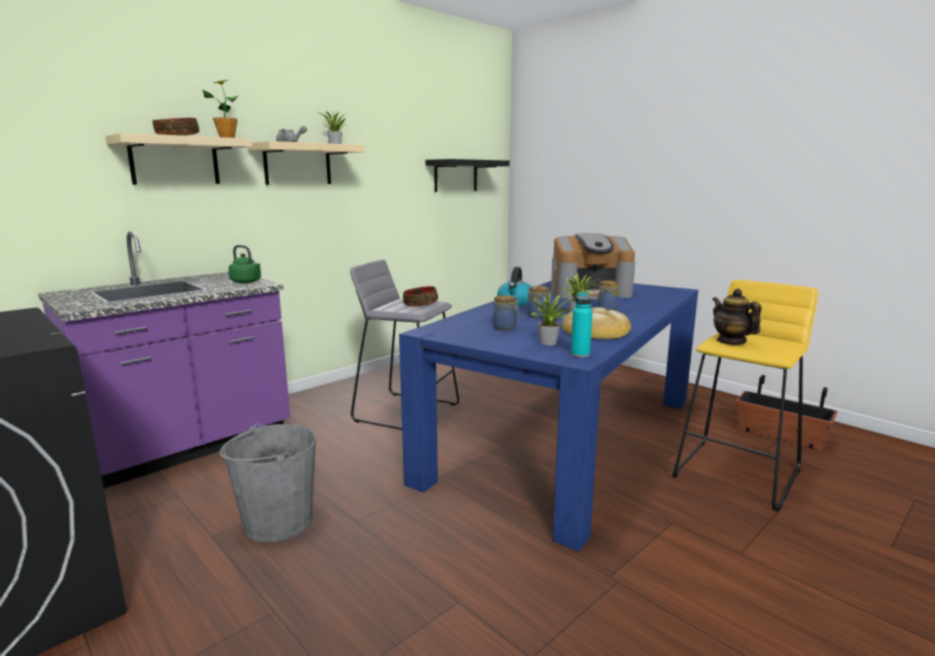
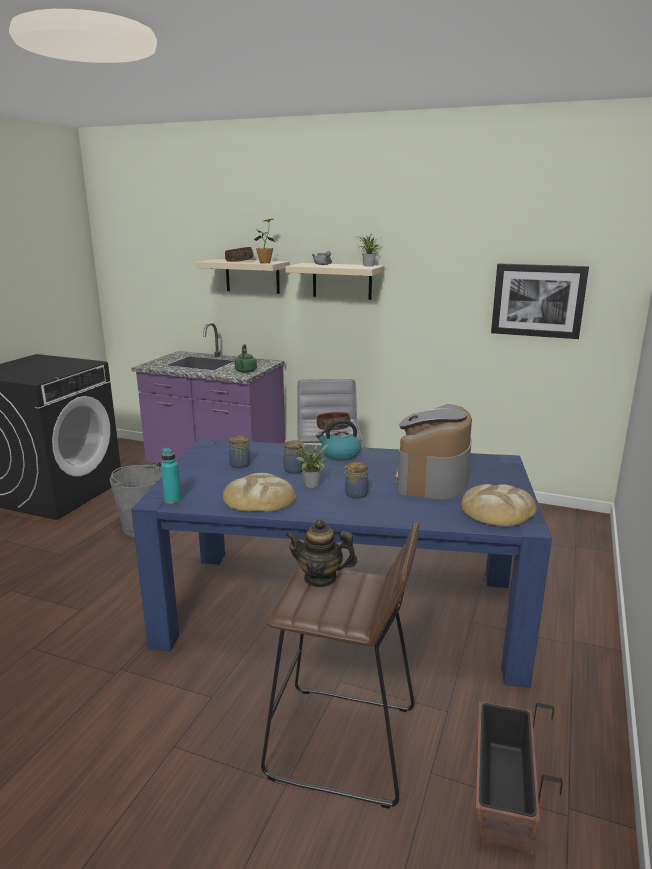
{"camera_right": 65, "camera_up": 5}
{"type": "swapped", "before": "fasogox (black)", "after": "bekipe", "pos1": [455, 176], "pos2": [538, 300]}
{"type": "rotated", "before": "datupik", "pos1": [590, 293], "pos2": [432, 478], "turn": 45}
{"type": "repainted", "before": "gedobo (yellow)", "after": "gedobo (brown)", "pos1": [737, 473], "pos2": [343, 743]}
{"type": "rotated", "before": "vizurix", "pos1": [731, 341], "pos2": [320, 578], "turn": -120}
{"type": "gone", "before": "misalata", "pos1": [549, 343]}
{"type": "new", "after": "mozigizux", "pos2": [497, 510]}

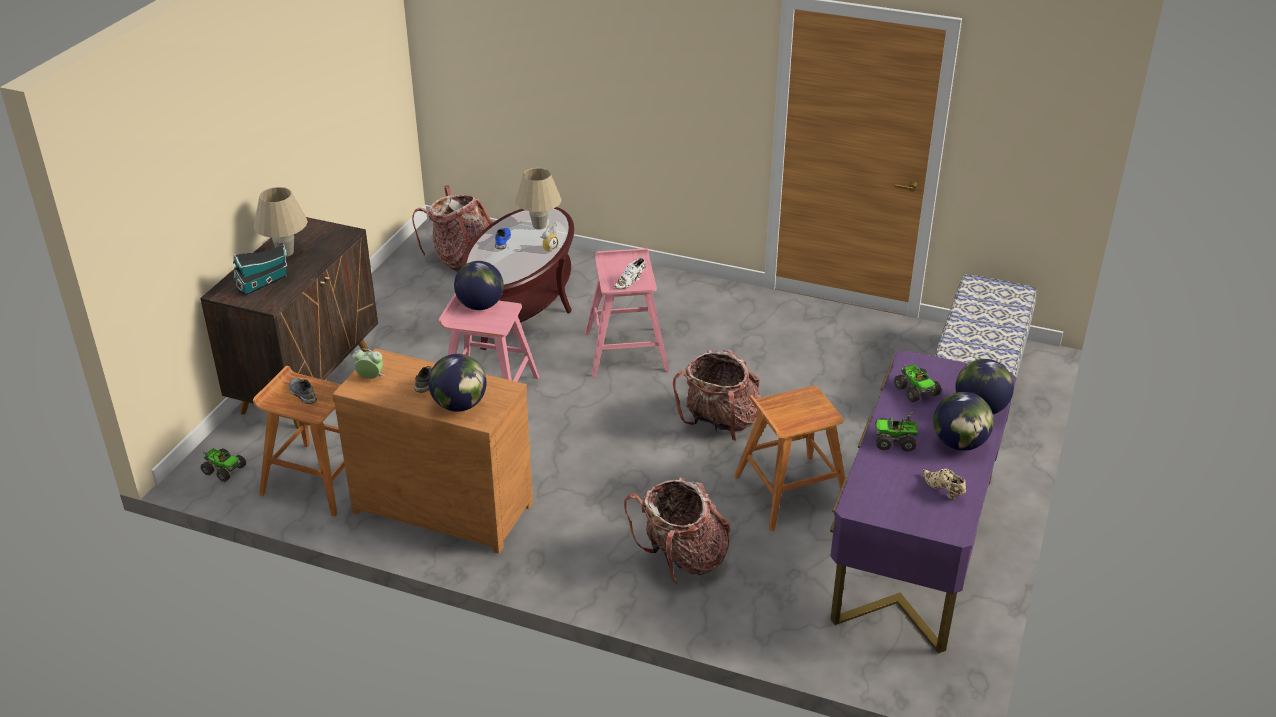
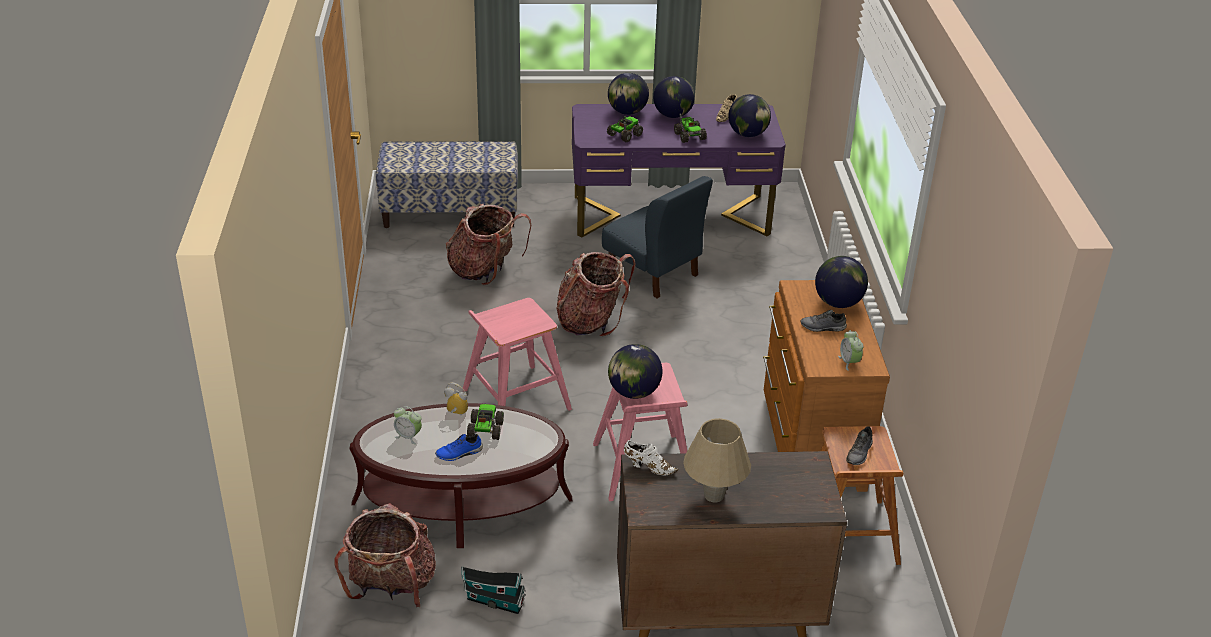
{"camera_right": -115, "camera_up": 0}
{"type": "swapped", "before": "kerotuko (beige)", "after": "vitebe", "pos1": [539, 225], "pos2": [408, 436]}
{"type": "shifted", "before": "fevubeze", "pos1": [264, 283], "pos2": [493, 601]}
{"type": "shifted", "before": "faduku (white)", "pos1": [630, 282], "pos2": [648, 467]}
{"type": "swapped", "before": "gedobo (brown)", "after": "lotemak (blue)", "pos1": [789, 493], "pos2": [653, 272]}
{"type": "shifted", "before": "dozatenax", "pos1": [224, 469], "pos2": [485, 430]}
{"type": "shifted", "before": "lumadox", "pos1": [682, 560], "pos2": [485, 270]}
{"type": "new", "after": "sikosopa", "pos2": [747, 134]}

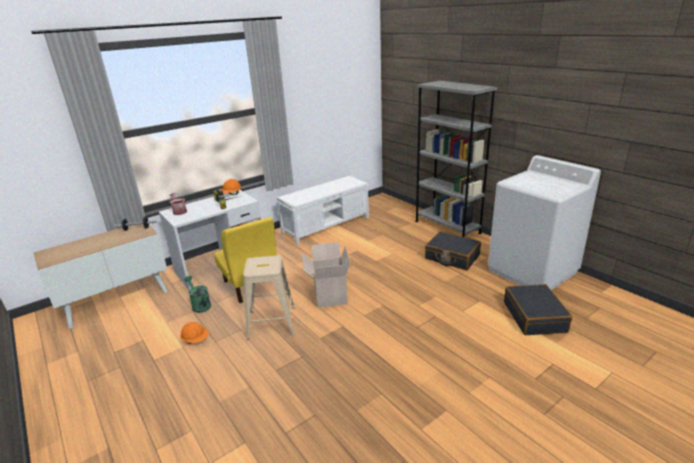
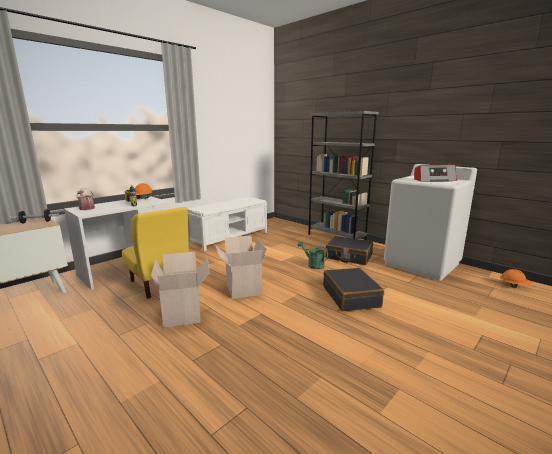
{"camera_right": -10, "camera_up": -10}
{"type": "swapped", "before": "gedobo (beige)", "after": "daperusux", "pos1": [272, 322], "pos2": [184, 314]}
{"type": "shifted", "before": "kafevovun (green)", "pos1": [200, 305], "pos2": [313, 265]}
{"type": "shifted", "before": "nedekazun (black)", "pos1": [534, 317], "pos2": [351, 296]}
{"type": "shifted", "before": "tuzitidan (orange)", "pos1": [196, 340], "pos2": [514, 286]}
{"type": "new", "after": "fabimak", "pos2": [433, 180]}

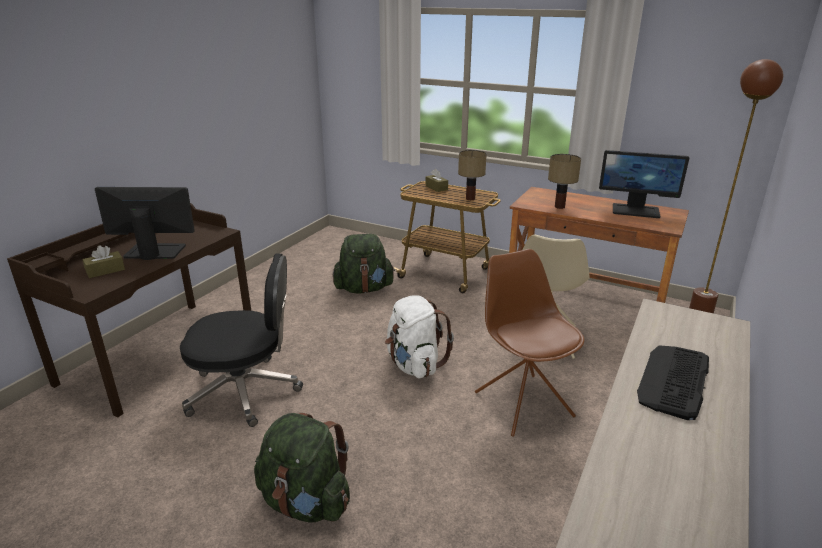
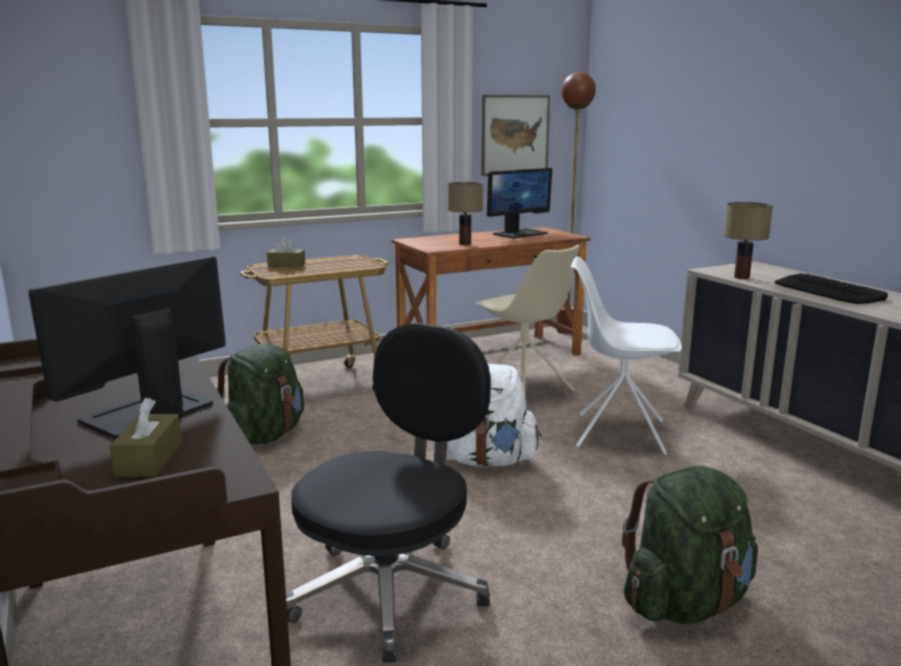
{"camera_right": -55, "camera_up": -10}
{"type": "shifted", "before": "kerotuko", "pos1": [471, 198], "pos2": [742, 277]}
{"type": "repainted", "before": "lotemak (brown)", "after": "lotemak (white)", "pos1": [522, 403], "pos2": [618, 433]}
{"type": "new", "after": "bekipe", "pos2": [515, 135]}

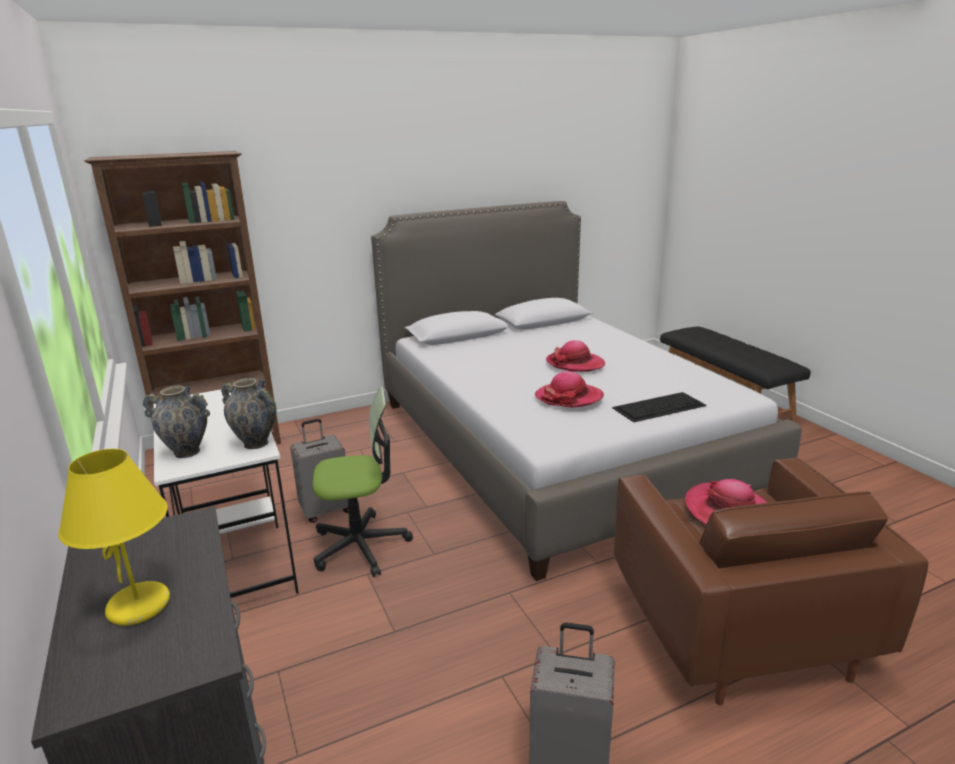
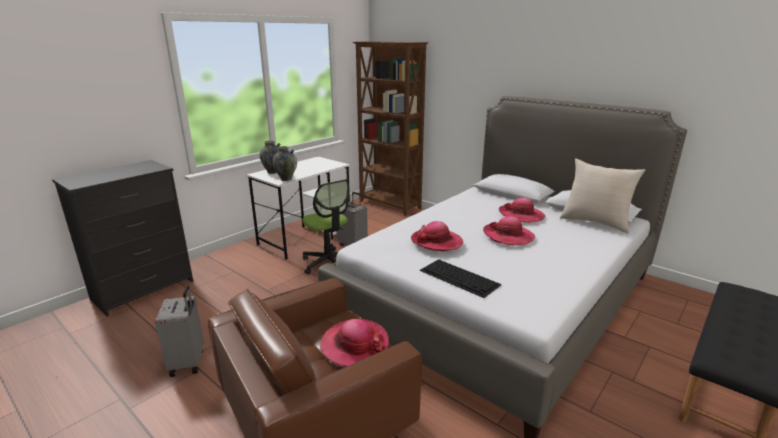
{"camera_right": 65, "camera_up": 0}
{"type": "gone", "before": "kerotuko (yellow)", "pos1": [139, 606]}
{"type": "new", "after": "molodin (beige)", "pos2": [595, 222]}
{"type": "new", "after": "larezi", "pos2": [521, 215]}

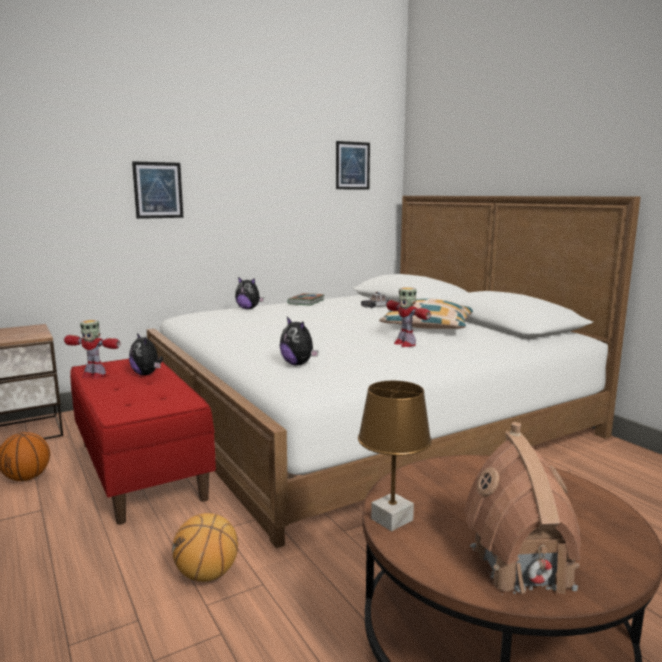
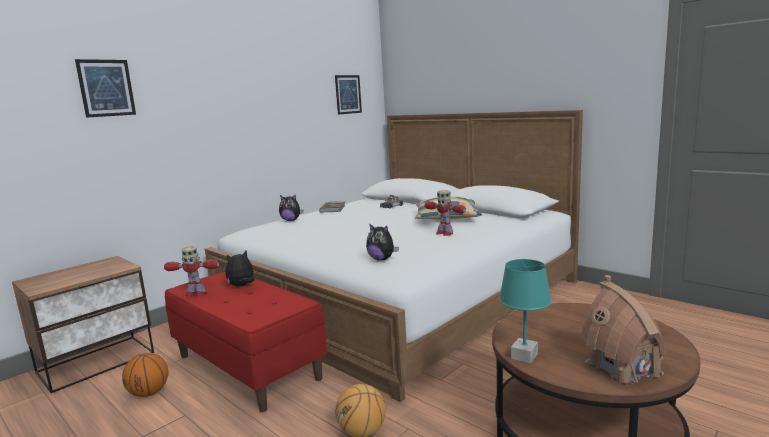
{"camera_right": -15, "camera_up": 0}
{"type": "shifted", "before": "bekipe", "pos1": [158, 190], "pos2": [106, 88]}
{"type": "rotated", "before": "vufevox", "pos1": [147, 374], "pos2": [241, 286], "turn": 105}
{"type": "repainted", "before": "kerotuko (brown)", "after": "kerotuko (turquoise)", "pos1": [392, 519], "pos2": [524, 356]}

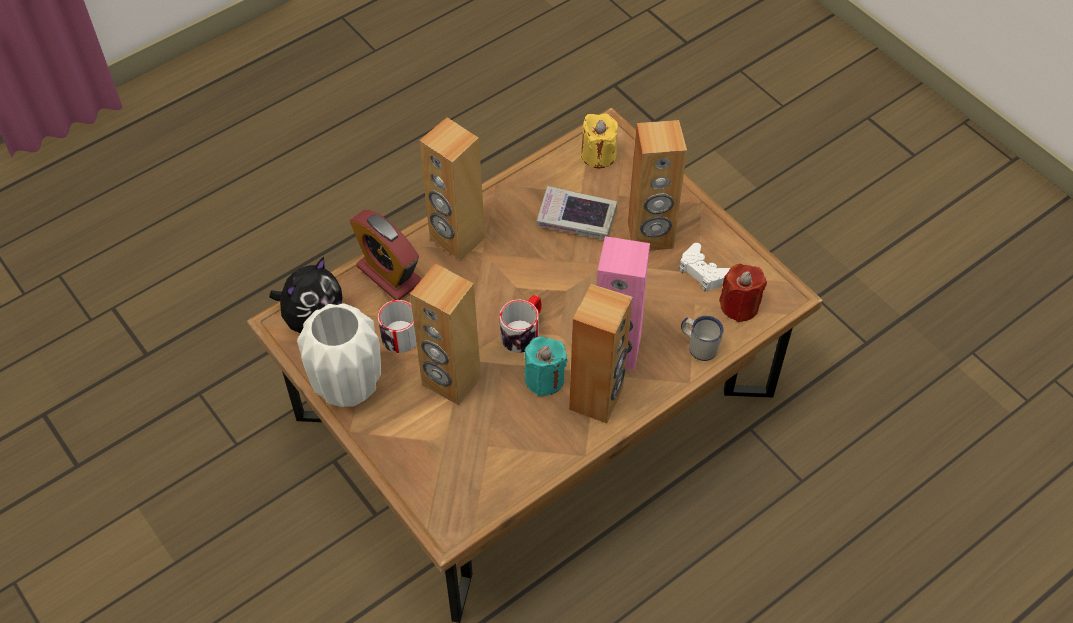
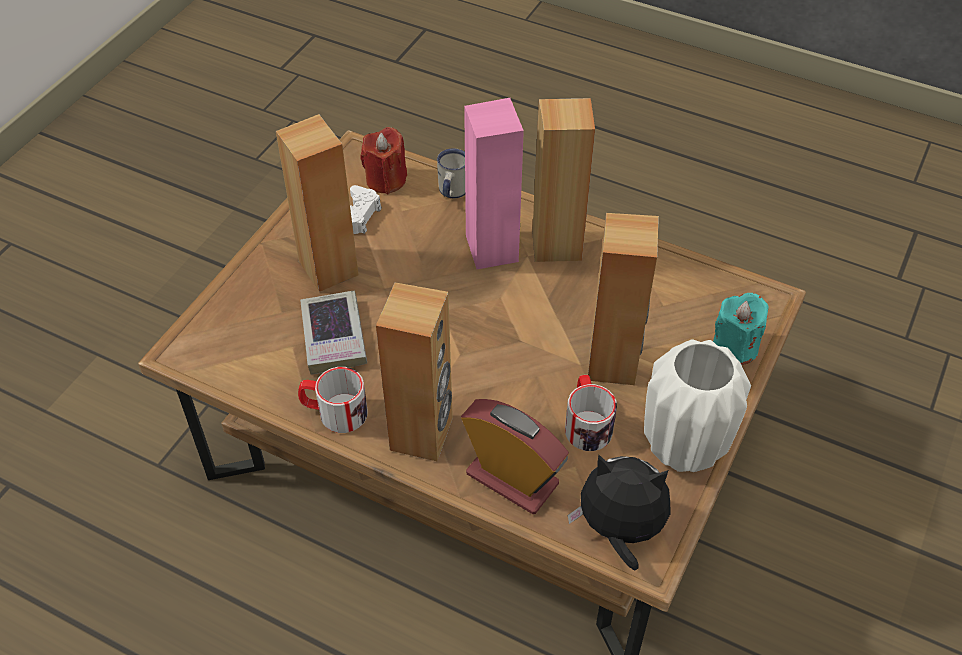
{"camera_right": -115, "camera_up": -5}
{"type": "gone", "before": "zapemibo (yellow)", "pos1": [598, 155]}
{"type": "rotated", "before": "vitebe", "pos1": [389, 274], "pos2": [512, 479], "turn": -75}
{"type": "shifted", "before": "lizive", "pos1": [523, 331], "pos2": [334, 412]}
{"type": "shifted", "before": "zapemibo (turquoise)", "pos1": [544, 379], "pos2": [735, 347]}

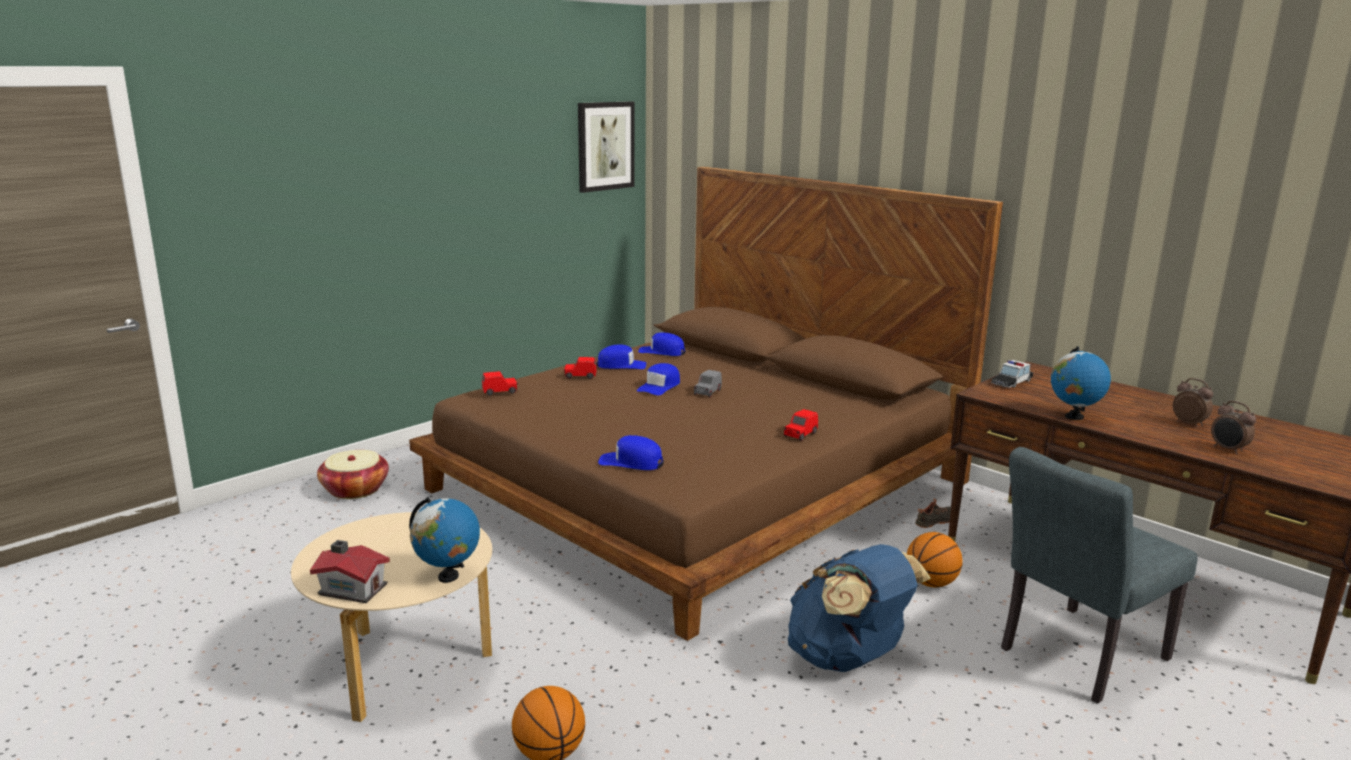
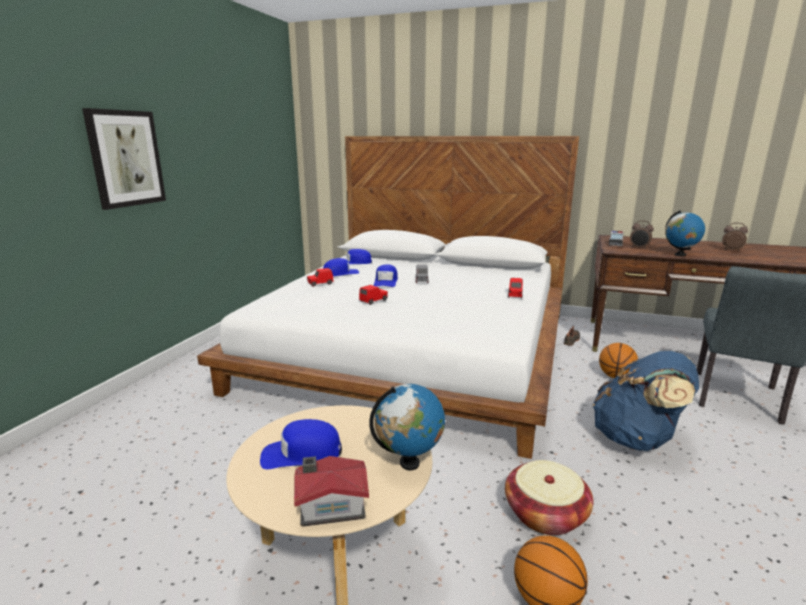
{"camera_right": -25, "camera_up": 0}
{"type": "shifted", "before": "bekipe", "pos1": [605, 146], "pos2": [126, 158]}
{"type": "repainted", "before": "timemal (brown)", "after": "timemal (white)", "pos1": [696, 485], "pos2": [414, 349]}
{"type": "shifted", "before": "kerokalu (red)", "pos1": [500, 391], "pos2": [373, 301]}
{"type": "shifted", "before": "vitebe", "pos1": [1228, 449], "pos2": [639, 248]}
{"type": "shifted", "before": "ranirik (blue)", "pos1": [631, 462], "pos2": [301, 453]}
{"type": "shifted", "before": "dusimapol", "pos1": [355, 490], "pos2": [545, 514]}

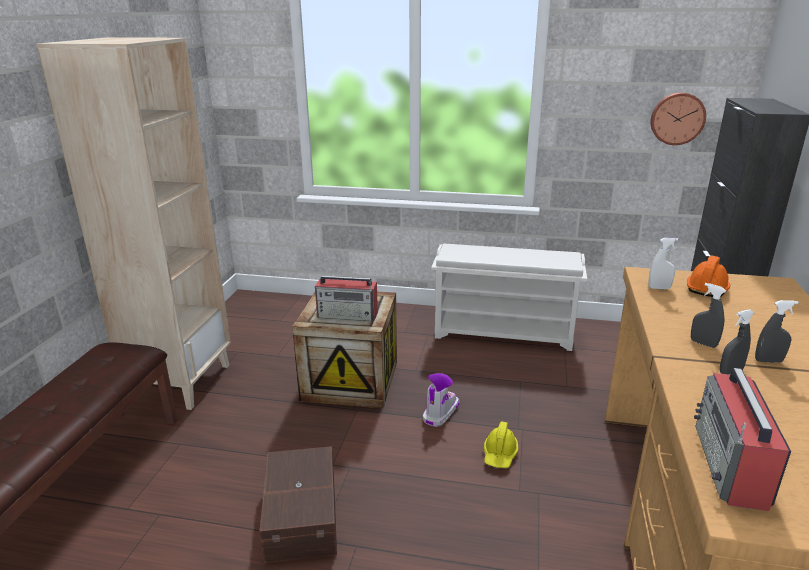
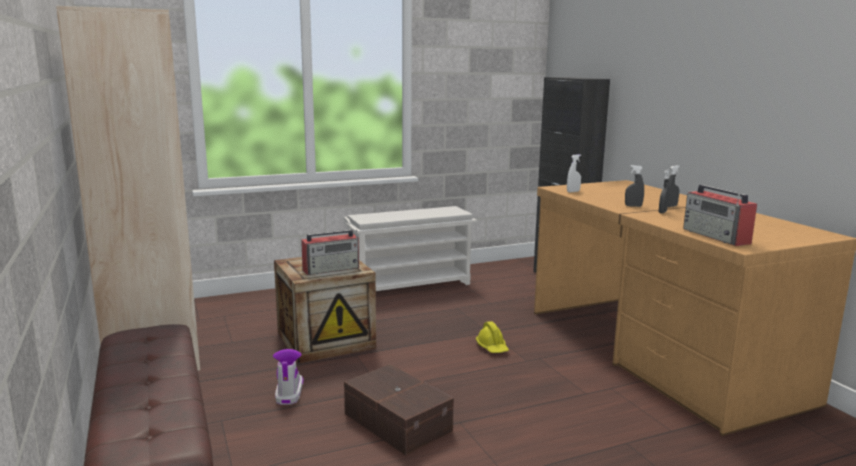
{"camera_right": -35, "camera_up": -10}
{"type": "gone", "before": "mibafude", "pos1": [677, 118]}
{"type": "gone", "before": "tuzitidan (orange)", "pos1": [707, 287]}
{"type": "shifted", "before": "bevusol", "pos1": [440, 413], "pos2": [289, 393]}

